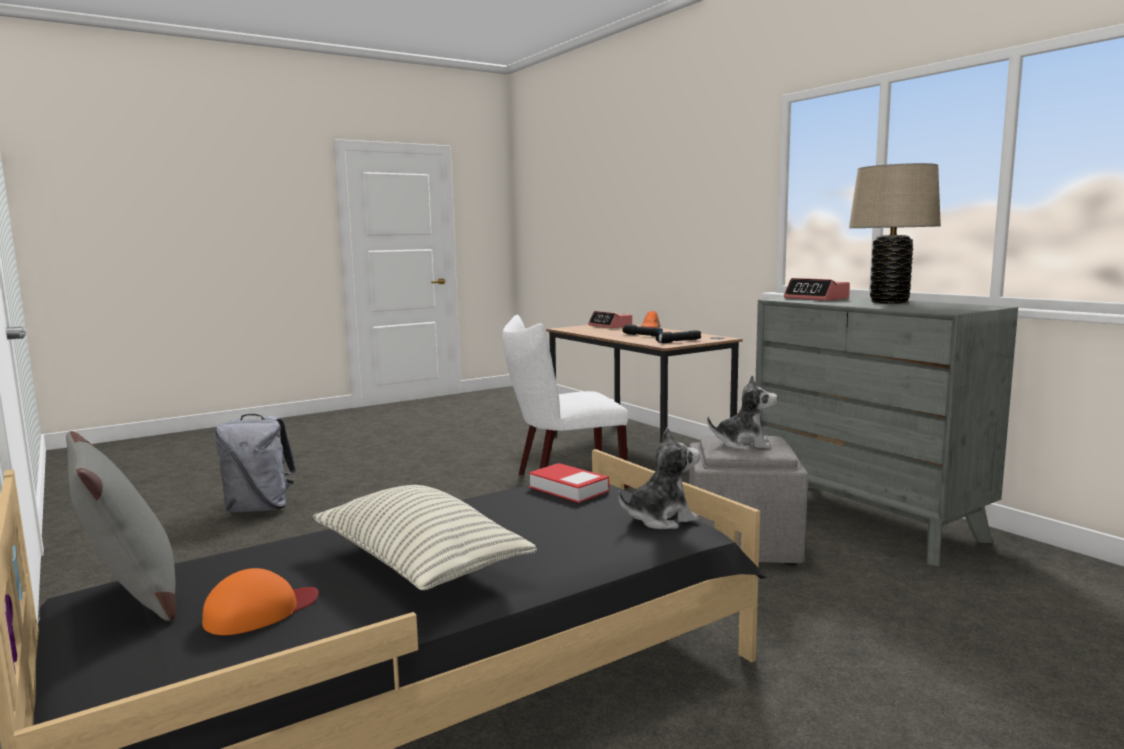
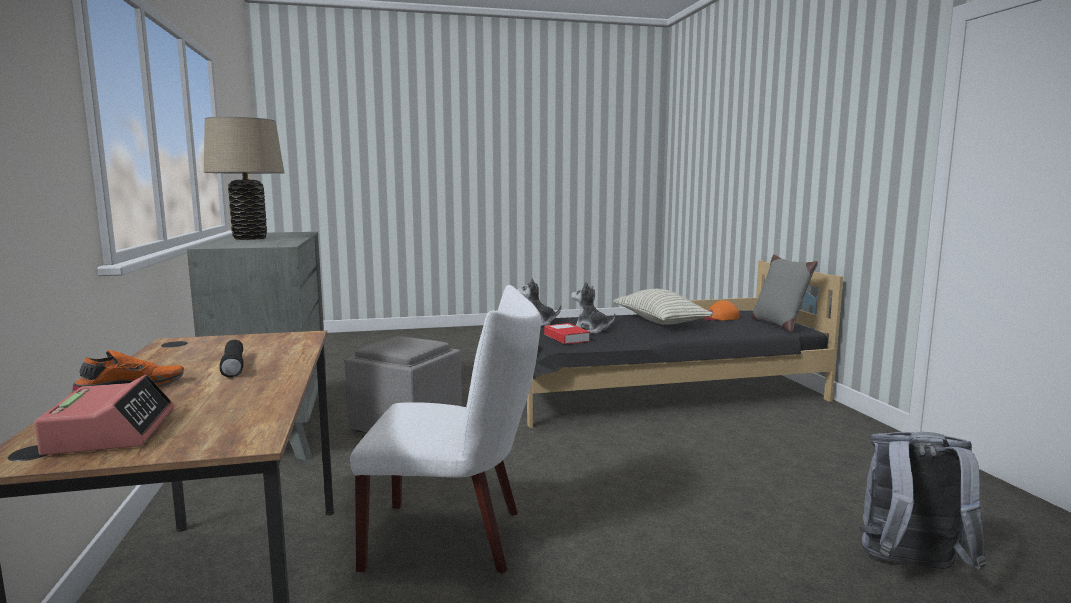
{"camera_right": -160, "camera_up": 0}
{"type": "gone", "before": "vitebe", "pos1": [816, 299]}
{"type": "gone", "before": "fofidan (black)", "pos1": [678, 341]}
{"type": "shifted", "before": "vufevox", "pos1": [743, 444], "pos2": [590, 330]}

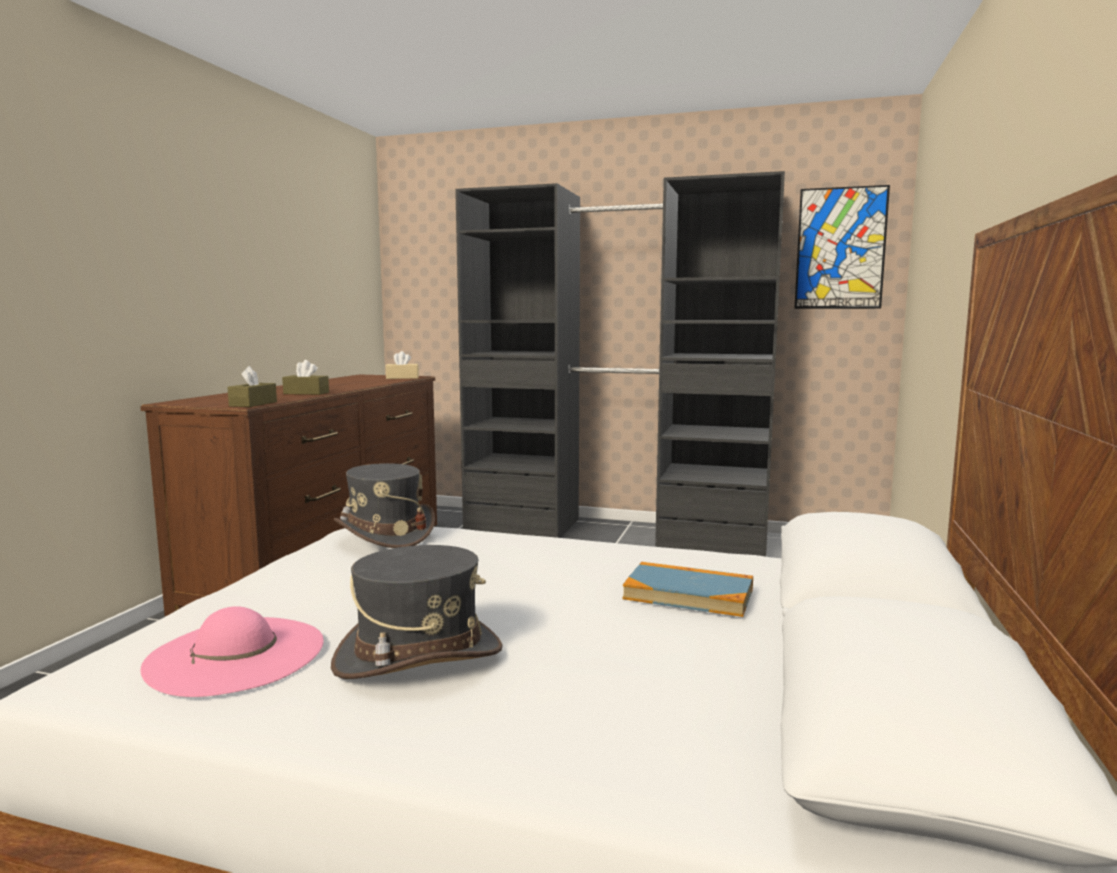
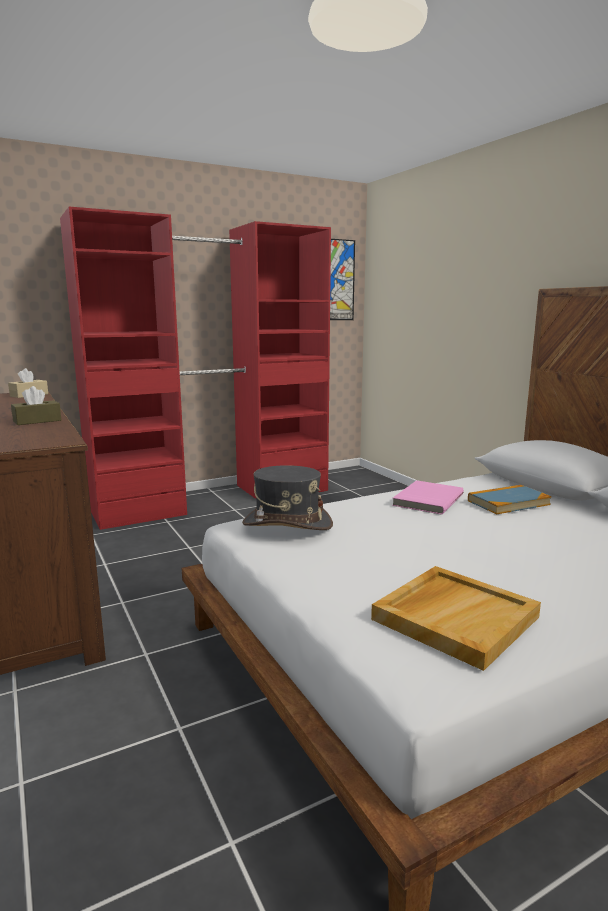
{"camera_right": -45, "camera_up": 5}
{"type": "repainted", "before": "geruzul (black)", "after": "geruzul (red)", "pos1": [615, 533], "pos2": [215, 498]}
{"type": "gone", "before": "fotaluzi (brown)", "pos1": [253, 404]}
{"type": "gone", "before": "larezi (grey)", "pos1": [418, 656]}
{"type": "swapped", "before": "larezi (pink)", "after": "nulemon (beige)", "pos1": [236, 654], "pos2": [455, 617]}
{"type": "new", "after": "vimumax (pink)", "pos2": [427, 500]}

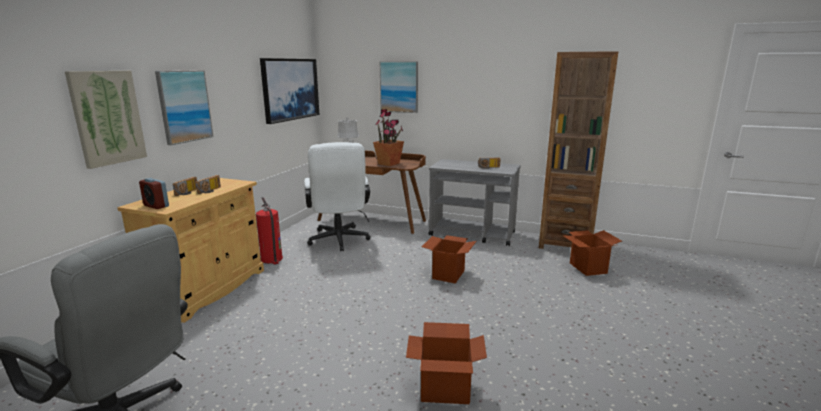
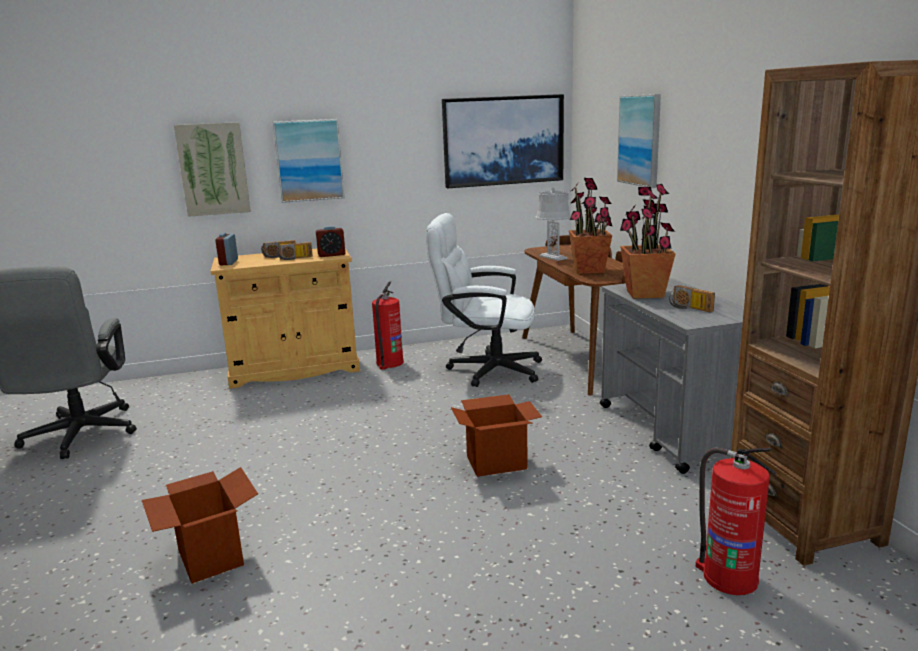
{"camera_right": 55, "camera_up": 0}
{"type": "rotated", "before": "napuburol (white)", "pos1": [339, 241], "pos2": [485, 369], "turn": 60}
{"type": "swapped", "before": "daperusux", "after": "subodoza", "pos1": [587, 268], "pos2": [728, 577]}
{"type": "new", "after": "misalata", "pos2": [644, 294]}
{"type": "new", "after": "vitebe", "pos2": [331, 255]}

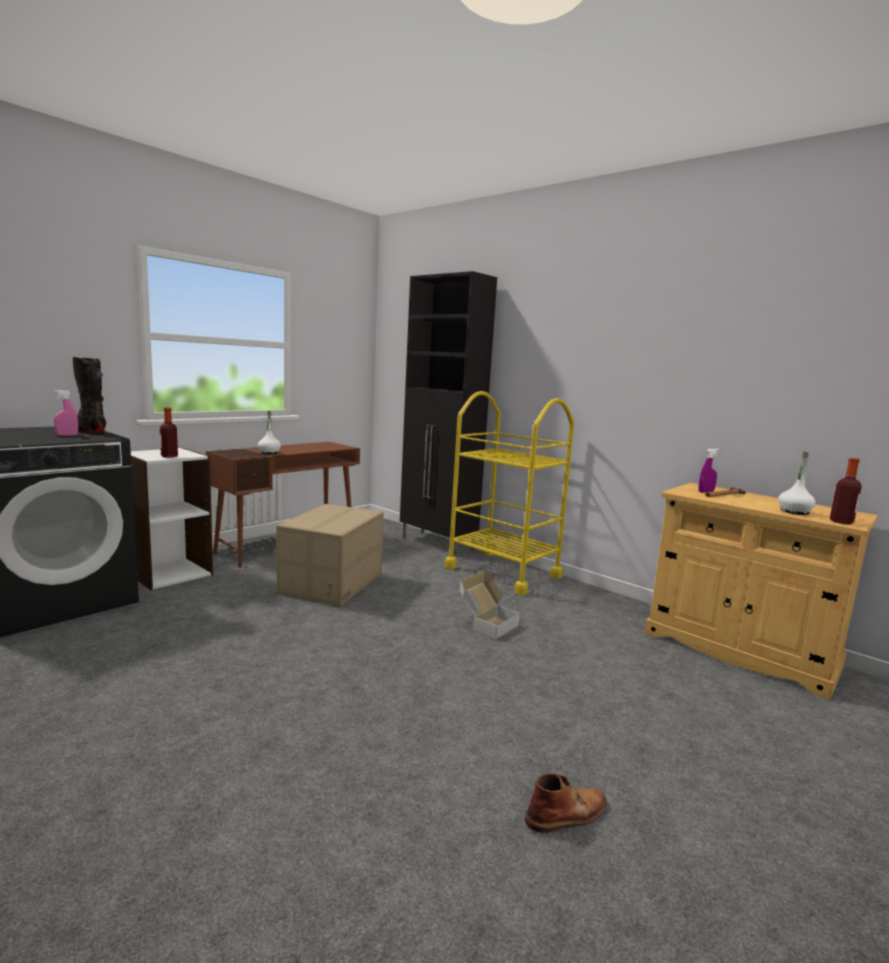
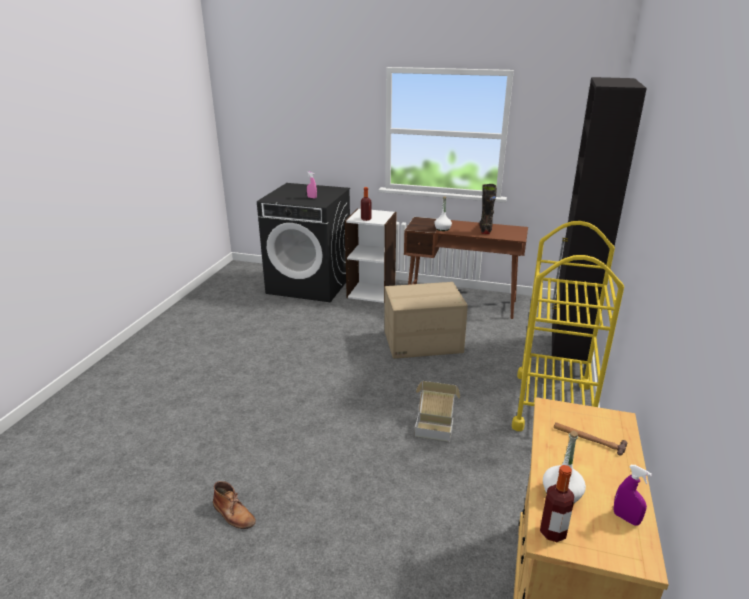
{"camera_right": 65, "camera_up": 15}
{"type": "shifted", "before": "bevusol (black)", "pos1": [87, 431], "pos2": [485, 229]}
{"type": "shifted", "before": "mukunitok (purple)", "pos1": [706, 492], "pos2": [626, 518]}

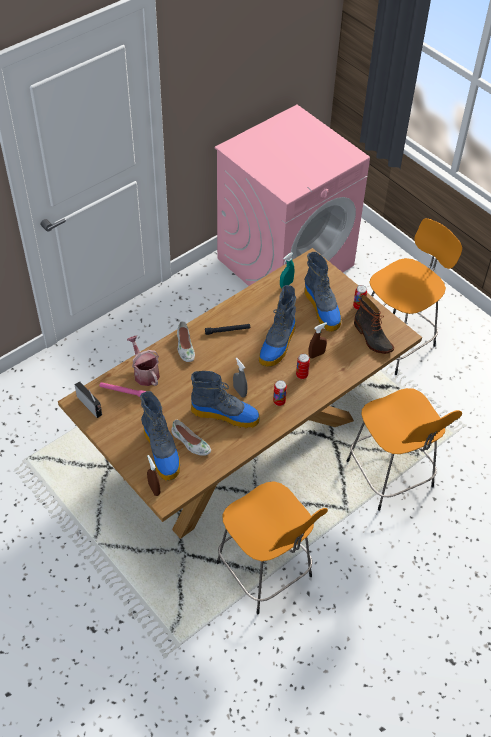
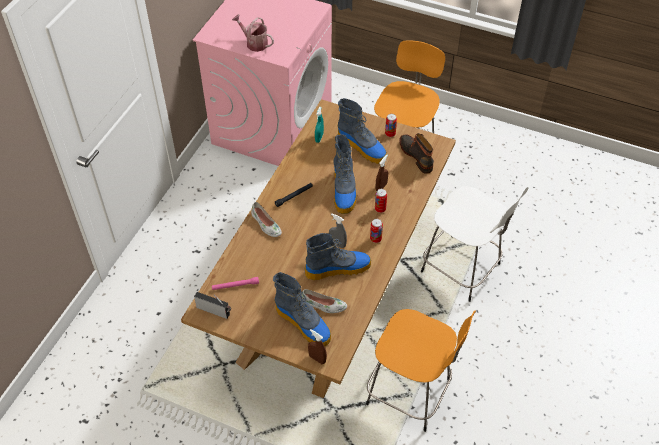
{"camera_right": -25, "camera_up": 0}
{"type": "rotated", "before": "bevusol", "pos1": [372, 337], "pos2": [417, 155], "turn": -150}
{"type": "shifted", "before": "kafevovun", "pos1": [145, 372], "pos2": [254, 43]}
{"type": "repainted", "before": "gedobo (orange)", "after": "gedobo (white)", "pos1": [391, 476], "pos2": [463, 269]}

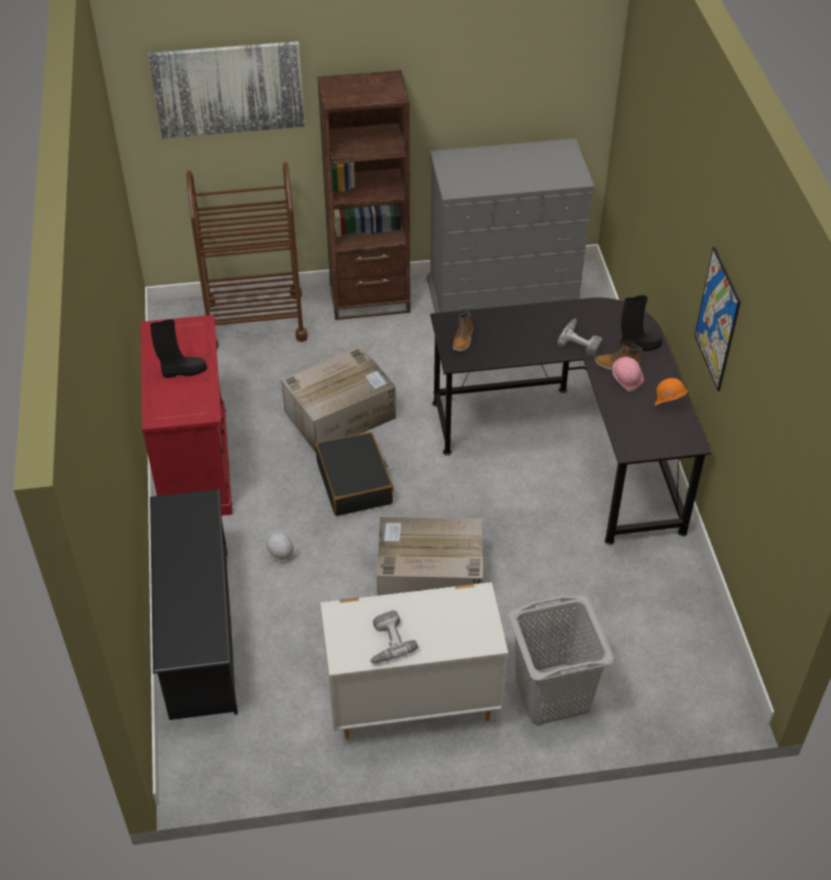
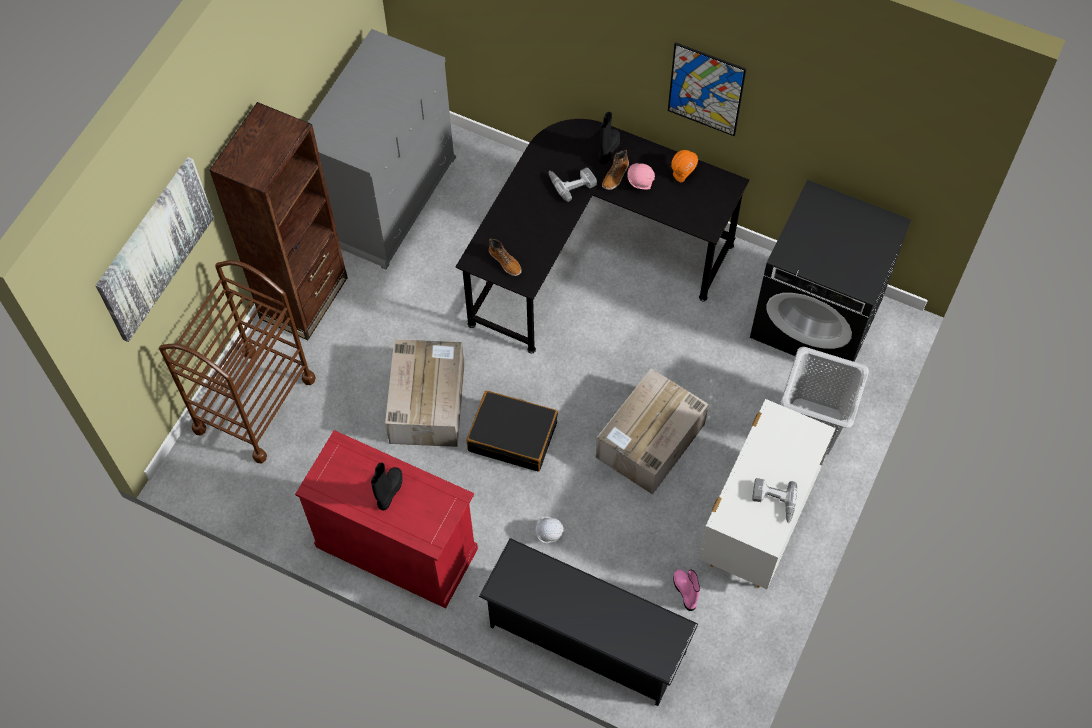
{"camera_right": -55, "camera_up": 15}
{"type": "new", "after": "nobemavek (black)", "pos2": [817, 319]}
{"type": "new", "after": "bevusol (pink)", "pos2": [685, 592]}

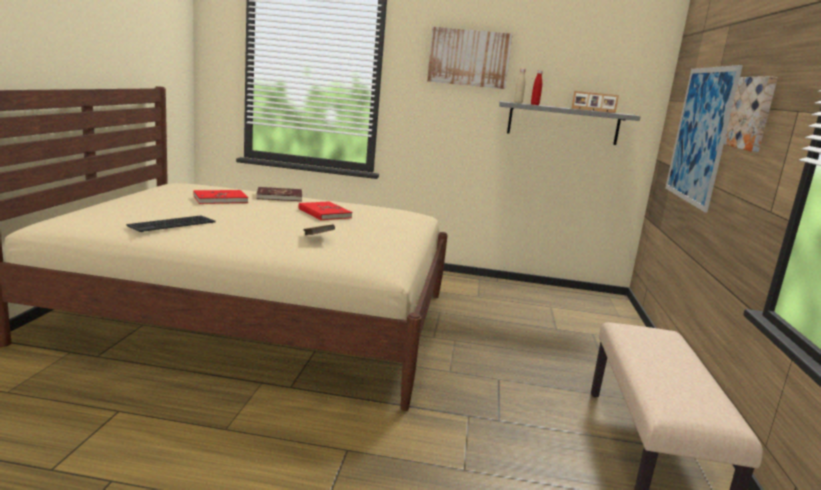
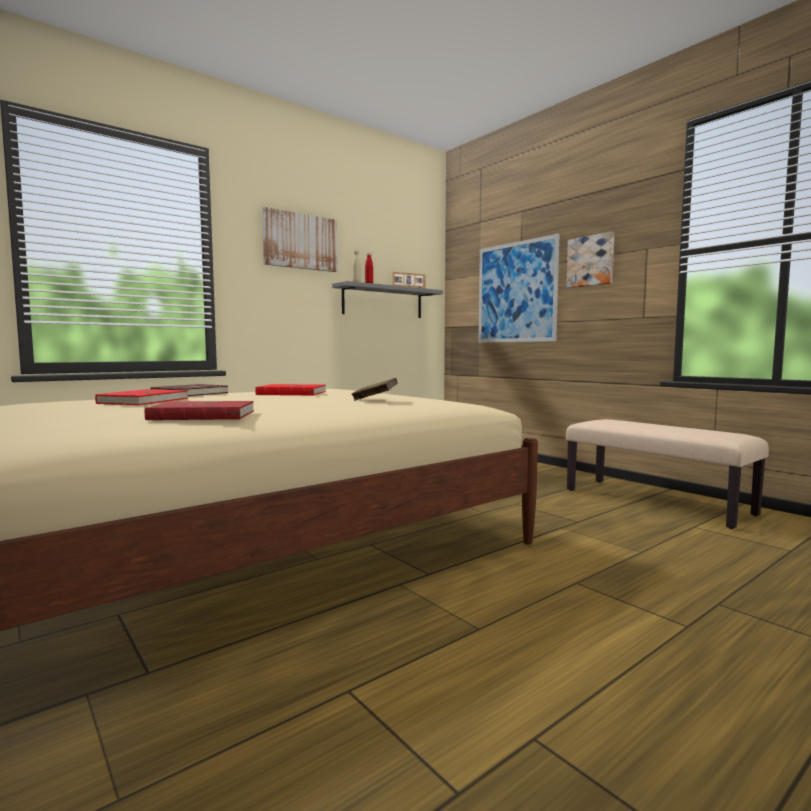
{"camera_right": -45, "camera_up": -10}
{"type": "swapped", "before": "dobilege", "after": "vimumax (red)", "pos1": [172, 224], "pos2": [202, 415]}

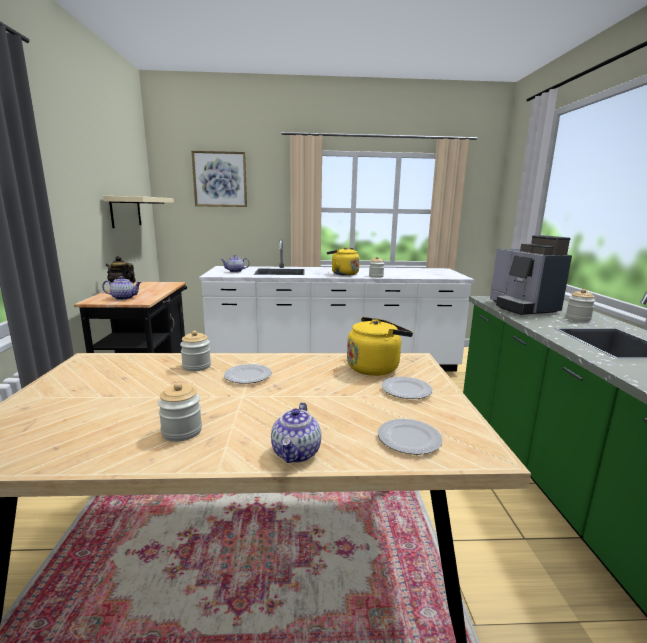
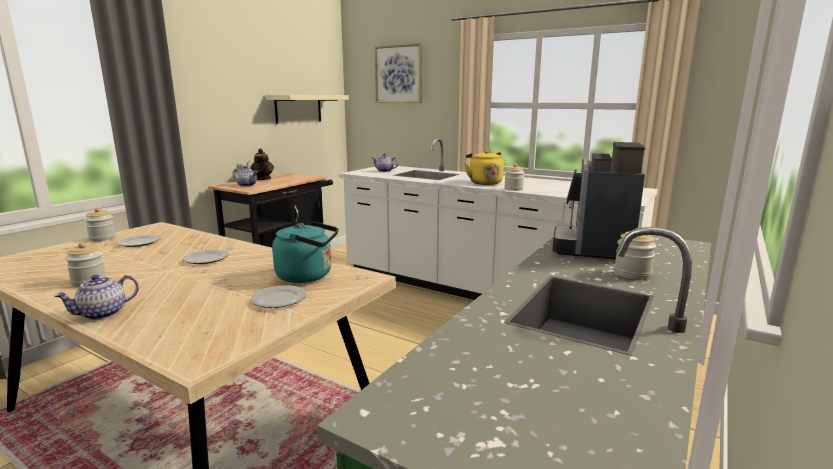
{"camera_right": 35, "camera_up": 0}
{"type": "repainted", "before": "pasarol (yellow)", "after": "pasarol (turquoise)", "pos1": [375, 367], "pos2": [308, 276]}
{"type": "shifted", "before": "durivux", "pos1": [196, 366], "pos2": [102, 238]}
{"type": "shifted", "before": "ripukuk", "pos1": [409, 439], "pos2": [139, 243]}

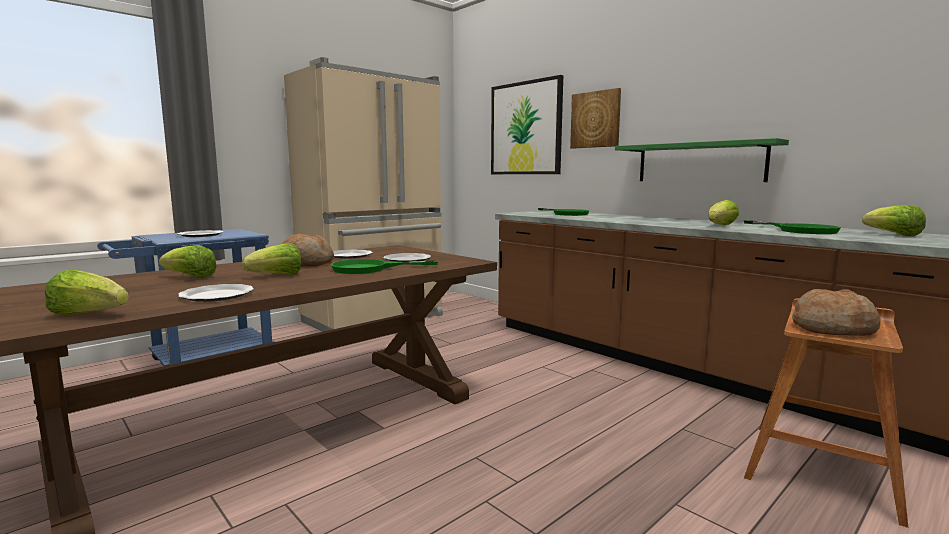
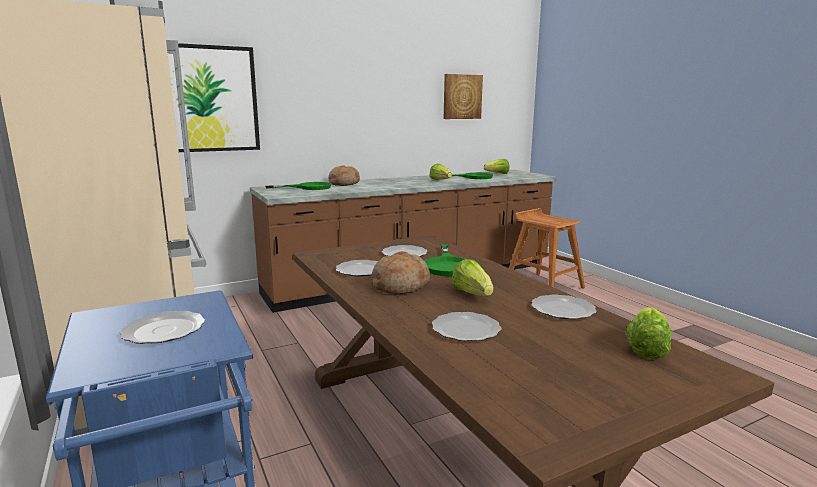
{"camera_right": -75, "camera_up": 5}
{"type": "shifted", "before": "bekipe", "pos1": [596, 119], "pos2": [462, 97]}
{"type": "gone", "before": "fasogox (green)", "pos1": [699, 162]}
{"type": "swapped", "before": "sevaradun", "after": "ripukuk", "pos1": [190, 277], "pos2": [467, 329]}
{"type": "shifted", "before": "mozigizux", "pos1": [833, 328], "pos2": [343, 183]}

